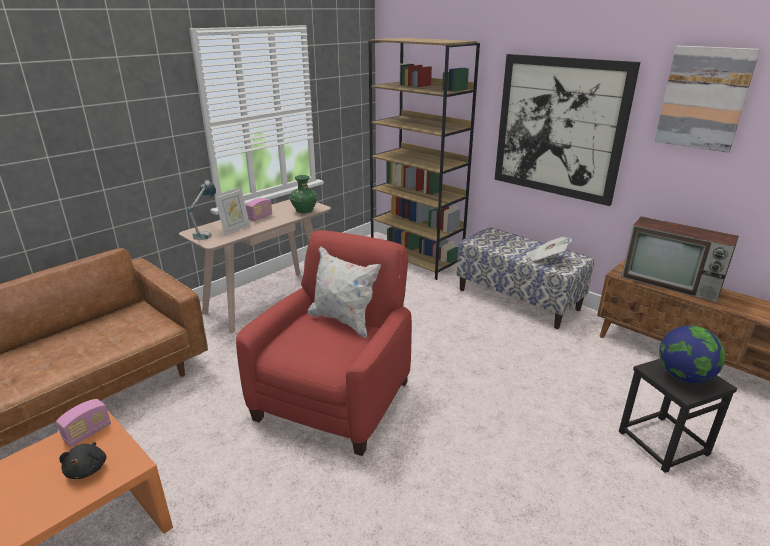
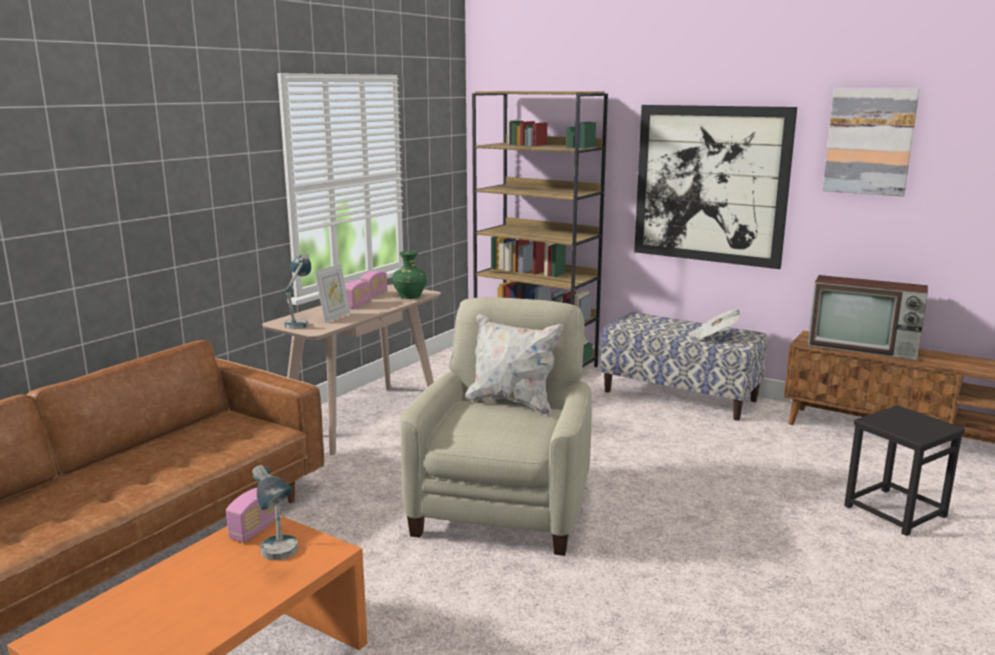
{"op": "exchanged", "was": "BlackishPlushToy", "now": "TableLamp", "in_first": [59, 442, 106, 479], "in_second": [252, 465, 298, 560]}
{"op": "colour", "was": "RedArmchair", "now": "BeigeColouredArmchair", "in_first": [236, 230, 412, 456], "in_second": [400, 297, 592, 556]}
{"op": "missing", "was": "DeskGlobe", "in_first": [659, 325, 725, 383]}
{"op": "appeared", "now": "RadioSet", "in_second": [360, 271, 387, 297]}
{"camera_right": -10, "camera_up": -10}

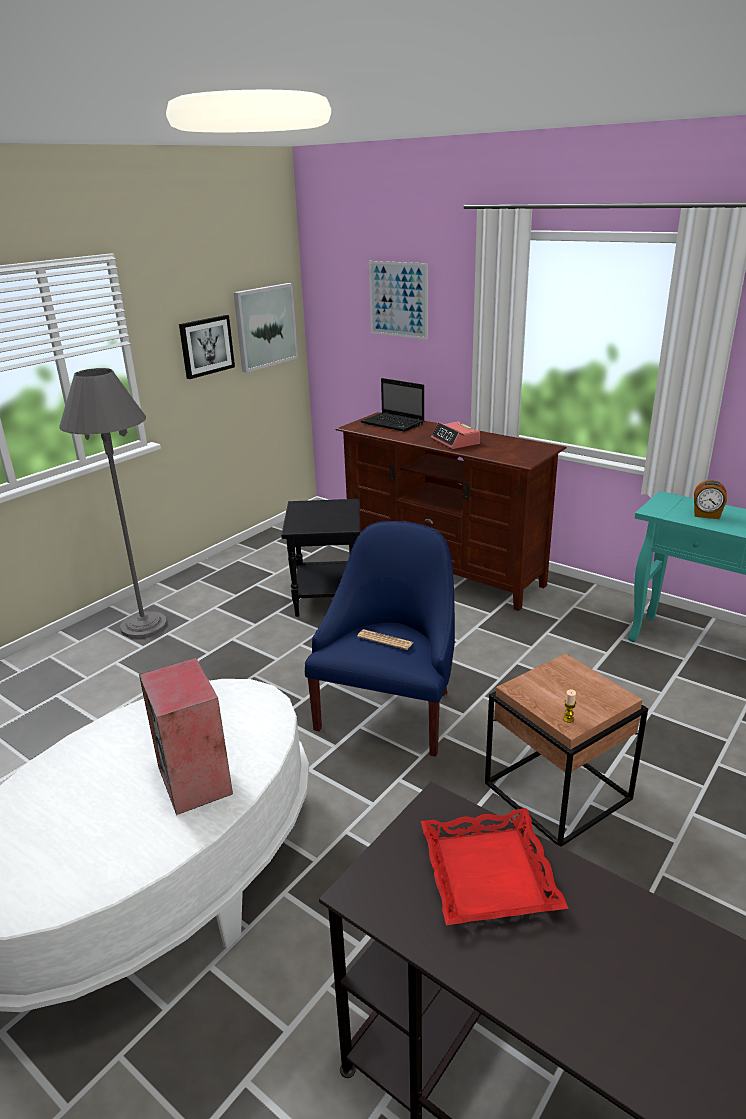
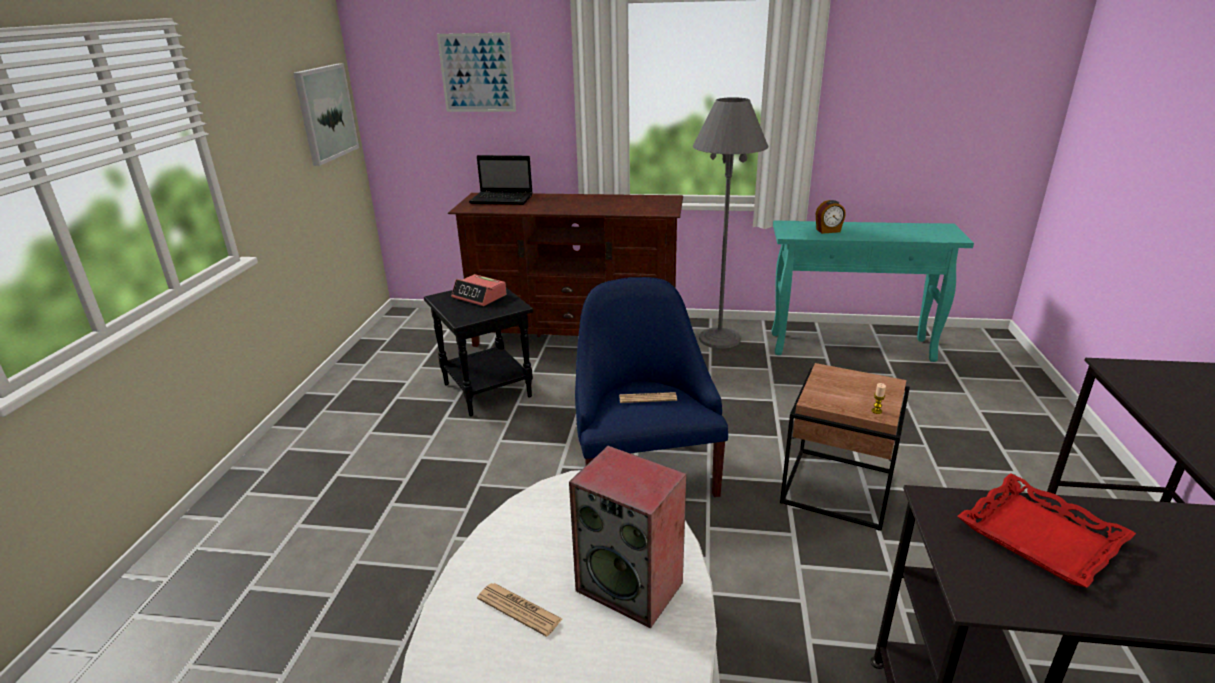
{"op": "relocated", "was": "GreyStandingLamp", "in_first": [59, 368, 167, 638], "in_second": [693, 97, 769, 349]}
{"op": "missing", "was": "WallPicture", "in_first": [179, 315, 235, 379]}
{"op": "relocated", "was": "AlarmClock", "in_first": [431, 422, 480, 449], "in_second": [451, 274, 506, 306]}
{"op": "appeared", "now": "PrintedPaper", "in_second": [477, 583, 562, 637]}
{"camera_right": -30, "camera_up": 0}

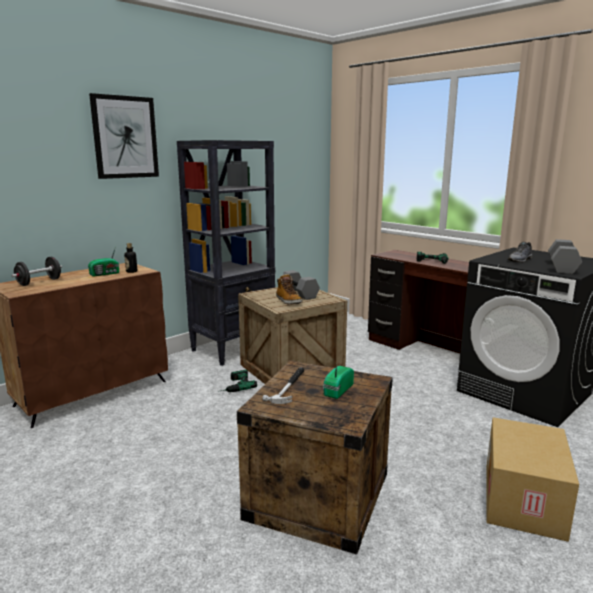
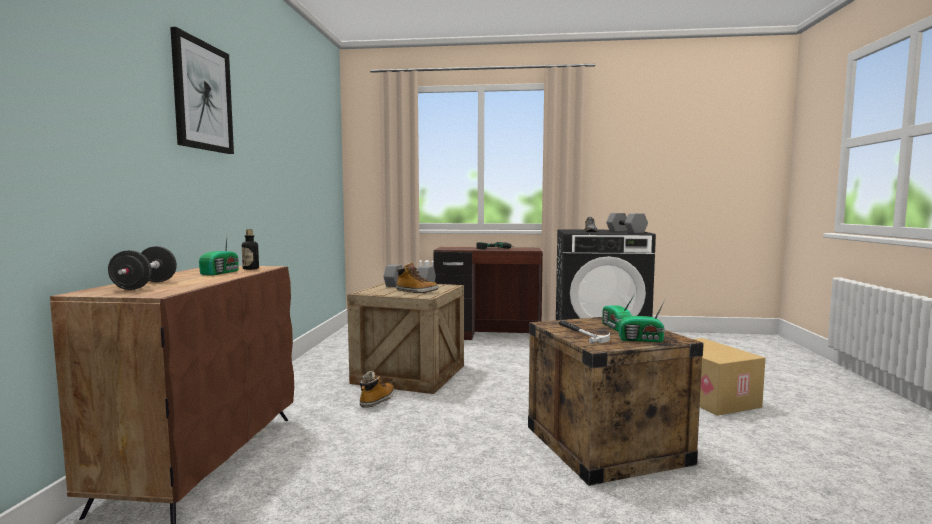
{"op": "missing", "was": "BlackishShelvingUnit", "in_first": [177, 140, 275, 366]}
{"op": "exchanged", "was": "ElectricDrill", "now": "HighTopBoot", "in_first": [218, 370, 257, 392], "in_second": [360, 371, 395, 408]}
{"op": "appeared", "now": "RadioSet", "in_second": [619, 298, 666, 342]}
{"camera_right": -40, "camera_up": -10}

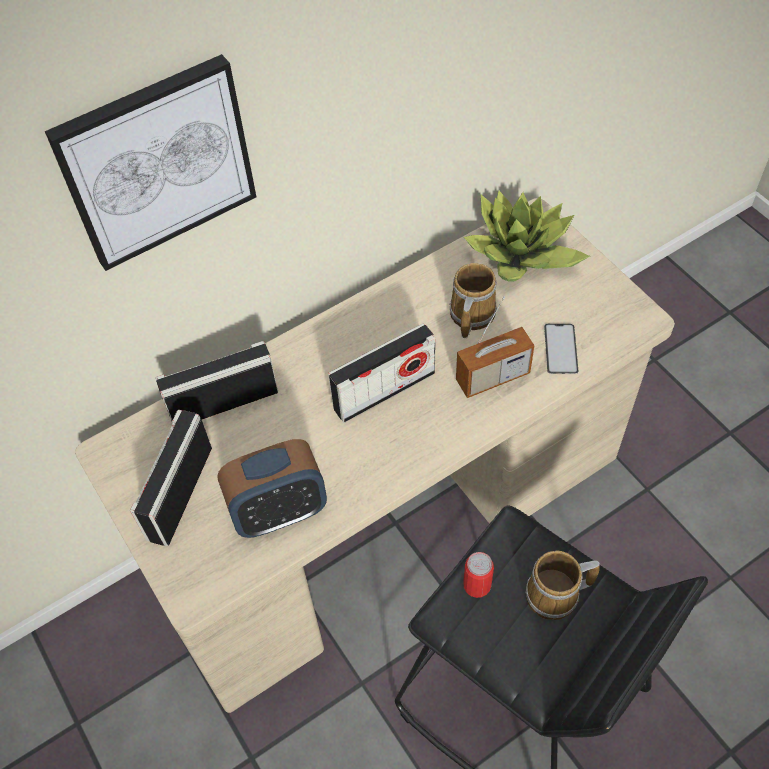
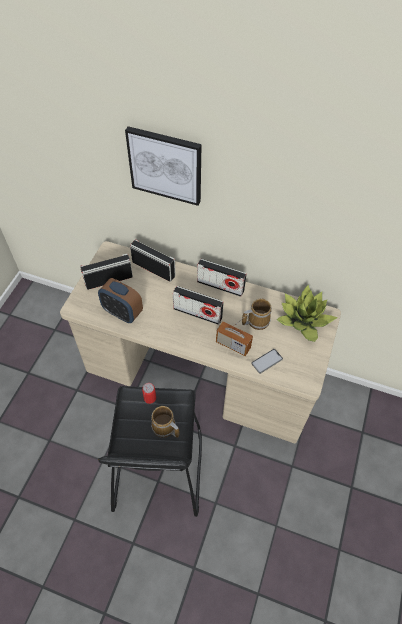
{"op": "appeared", "now": "RadioSet", "in_second": [197, 259, 247, 297]}
{"camera_right": 50, "camera_up": 0}

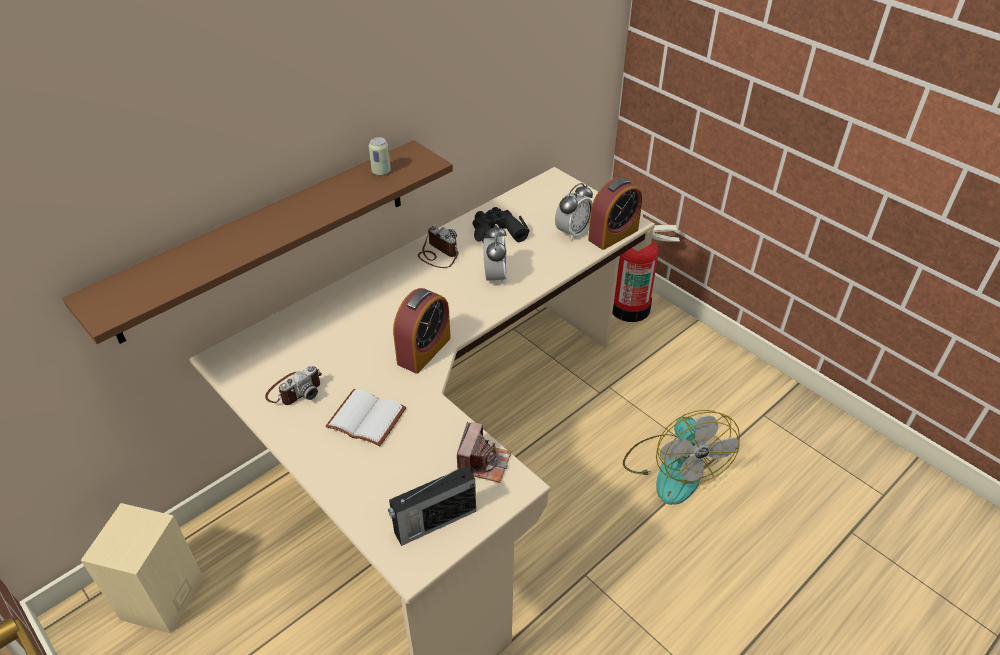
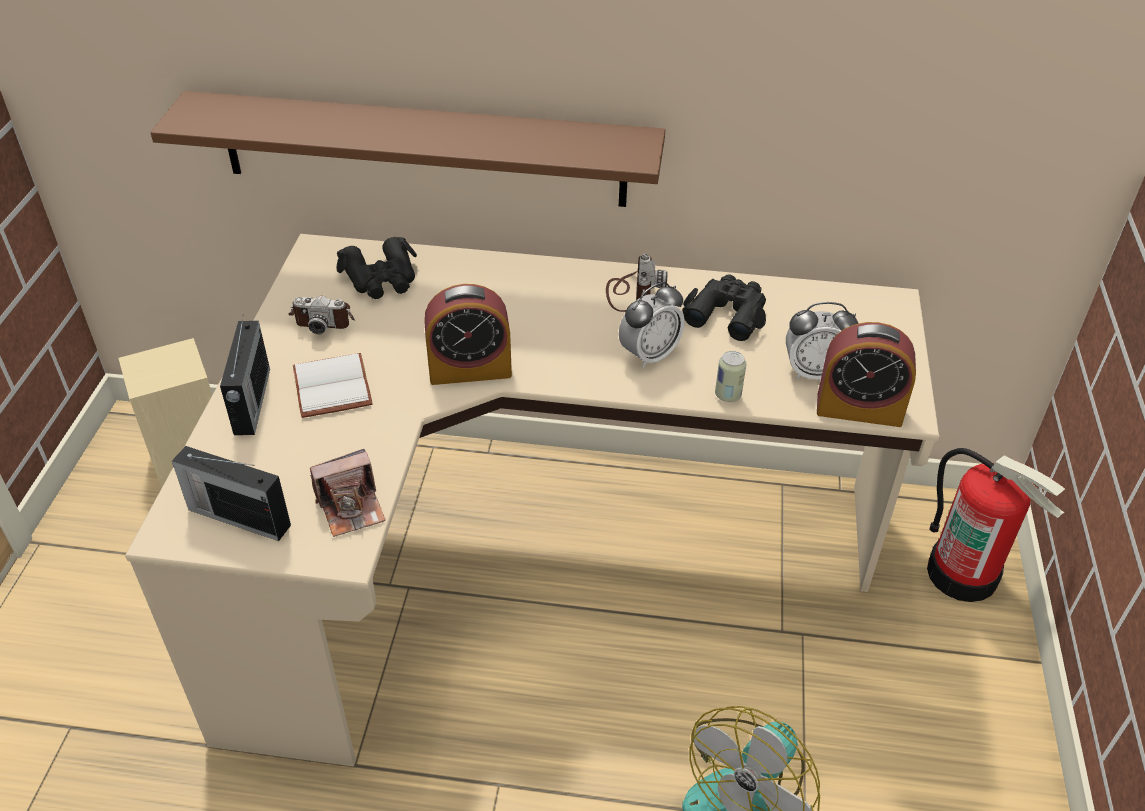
{"op": "relocated", "was": "SealedCan", "in_first": [369, 137, 391, 176], "in_second": [715, 351, 746, 402]}
{"op": "appeared", "now": "RadioSet", "in_second": [220, 314, 270, 435]}
{"op": "appeared", "now": "BlackishBinoculars", "in_second": [336, 237, 417, 299]}
{"camera_right": 50, "camera_up": 0}

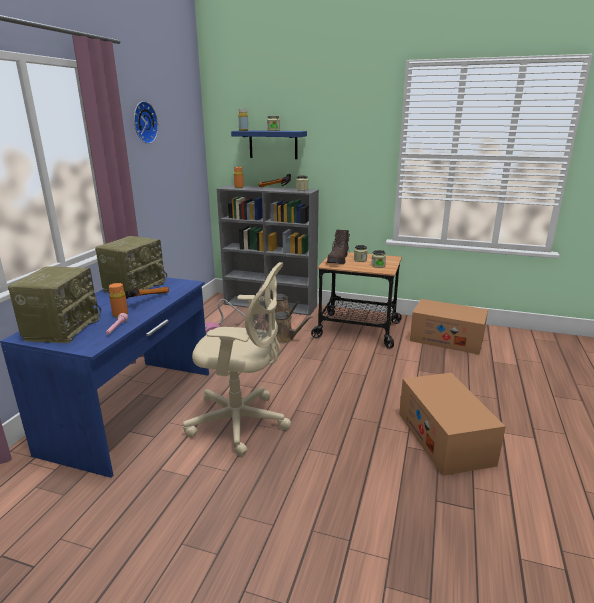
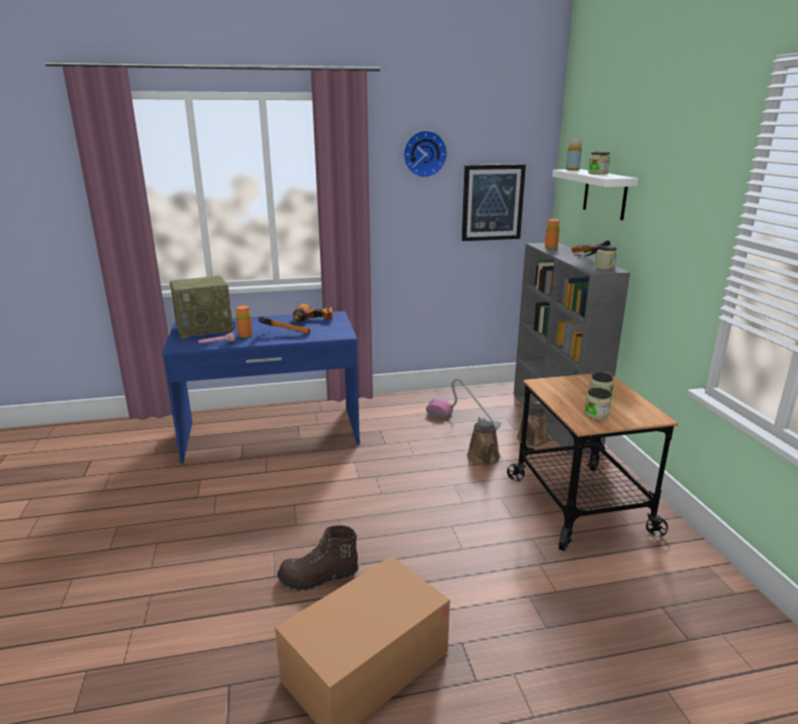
{"op": "exchanged", "was": "RadioSet", "now": "ElectricDrill", "in_first": [95, 236, 167, 297], "in_second": [292, 304, 332, 323]}
{"op": "missing", "was": "BeigeColouredOfficeChair", "in_first": [183, 262, 291, 456]}
{"op": "colour", "was": "BlueColouredBracketShelf", "now": "WhiteColouredBracketShelf", "in_first": [231, 130, 307, 159], "in_second": [552, 169, 638, 220]}
{"op": "relocated", "was": "BrownishHighTopBoot", "in_first": [327, 230, 350, 264], "in_second": [277, 525, 359, 591]}
{"op": "missing", "was": "Carton", "in_first": [410, 299, 488, 355]}
{"op": "appeared", "now": "WallPicture", "in_second": [462, 164, 526, 241]}
{"camera_right": 60, "camera_up": 0}

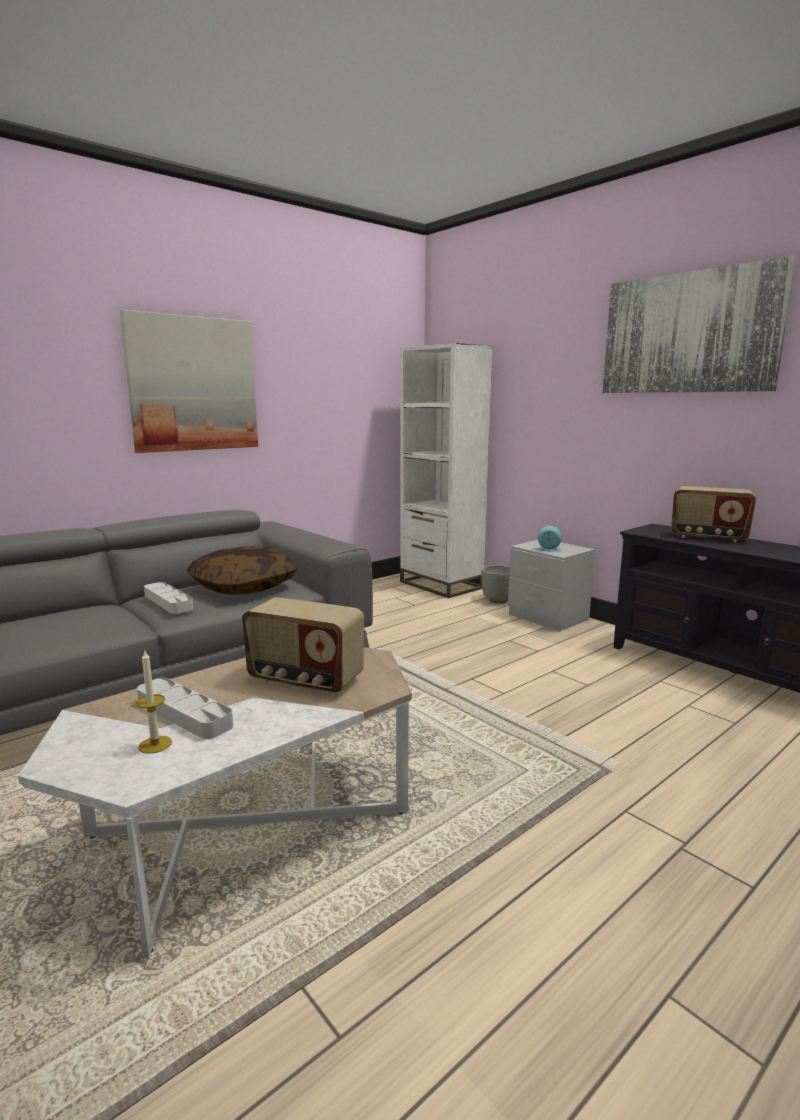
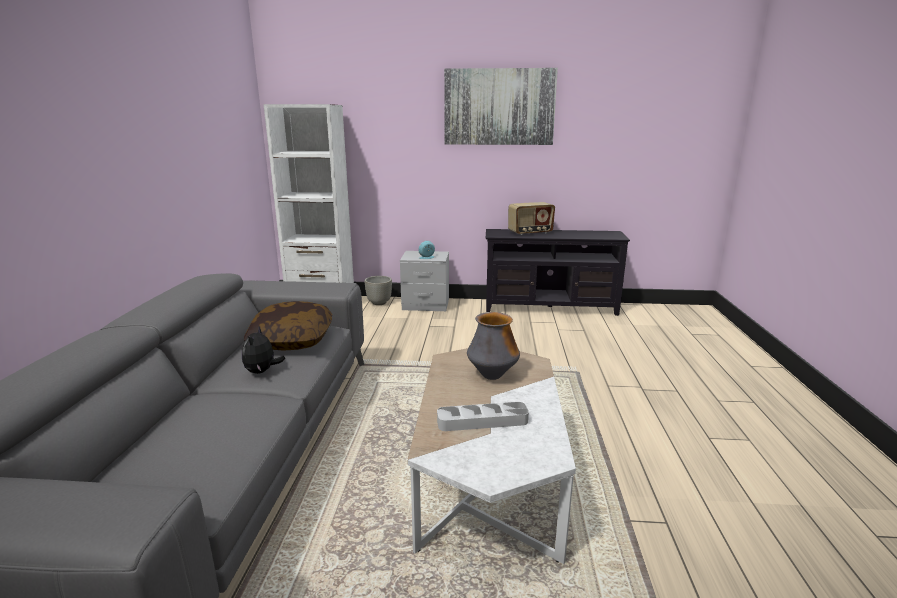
{"op": "missing", "was": "WallPicture", "in_first": [120, 310, 258, 453]}
{"op": "missing", "was": "Candle", "in_first": [136, 651, 172, 754]}
{"op": "exchanged", "was": "GreyTray", "now": "PlushToy", "in_first": [144, 582, 193, 614], "in_second": [242, 327, 285, 374]}
{"op": "exchanged", "was": "RadioSet", "now": "Vase", "in_first": [242, 597, 364, 694], "in_second": [467, 312, 520, 380]}
{"camera_right": -45, "camera_up": 5}

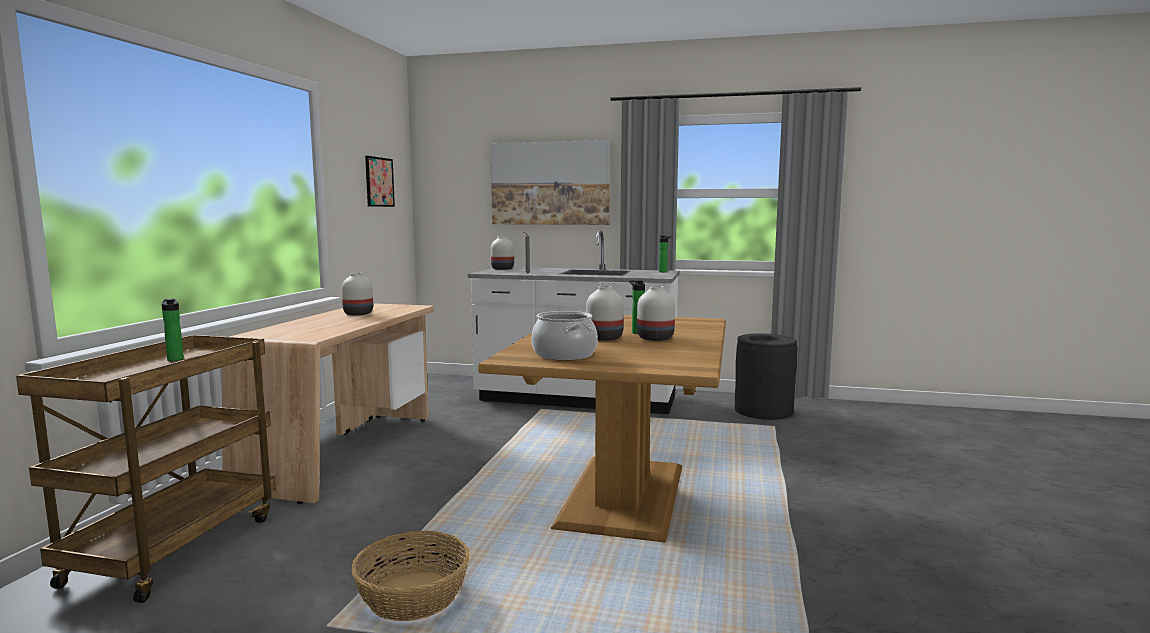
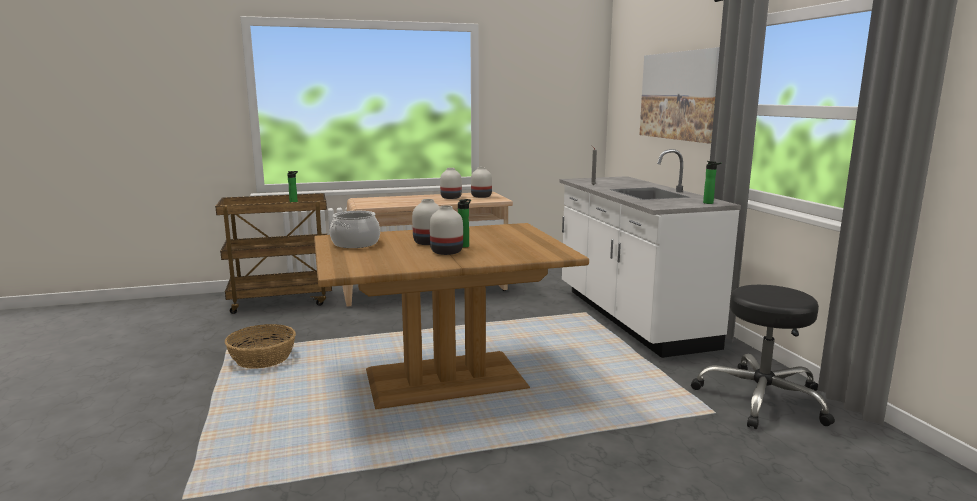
{"op": "missing", "was": "WallPicture", "in_first": [365, 156, 395, 207]}
{"op": "relocated", "was": "WhiteColouredVase", "in_first": [491, 236, 514, 270], "in_second": [471, 167, 492, 198]}
{"op": "exchanged", "was": "BlackishRubbishBin", "now": "BlackishSittingStool", "in_first": [734, 333, 797, 420], "in_second": [691, 285, 835, 429]}
{"camera_right": 60, "camera_up": 5}

